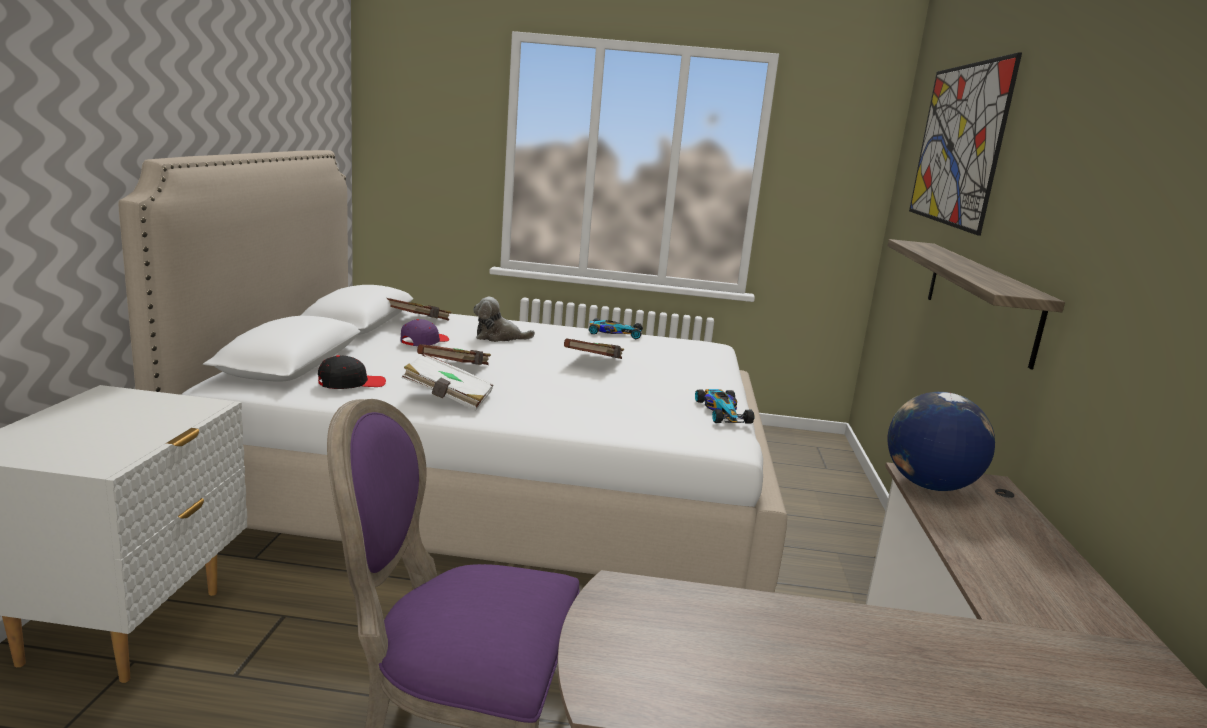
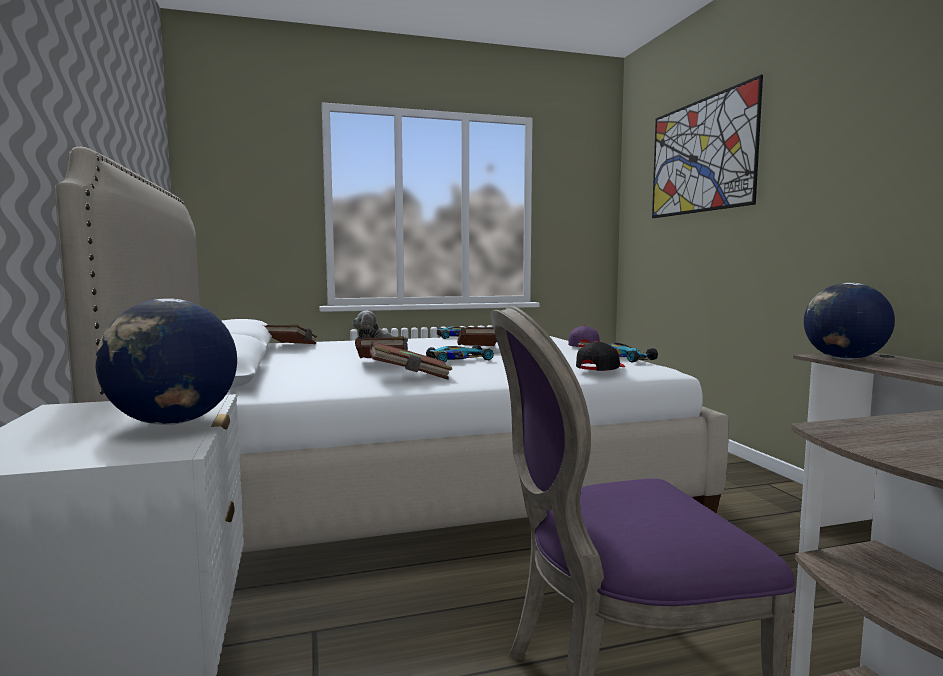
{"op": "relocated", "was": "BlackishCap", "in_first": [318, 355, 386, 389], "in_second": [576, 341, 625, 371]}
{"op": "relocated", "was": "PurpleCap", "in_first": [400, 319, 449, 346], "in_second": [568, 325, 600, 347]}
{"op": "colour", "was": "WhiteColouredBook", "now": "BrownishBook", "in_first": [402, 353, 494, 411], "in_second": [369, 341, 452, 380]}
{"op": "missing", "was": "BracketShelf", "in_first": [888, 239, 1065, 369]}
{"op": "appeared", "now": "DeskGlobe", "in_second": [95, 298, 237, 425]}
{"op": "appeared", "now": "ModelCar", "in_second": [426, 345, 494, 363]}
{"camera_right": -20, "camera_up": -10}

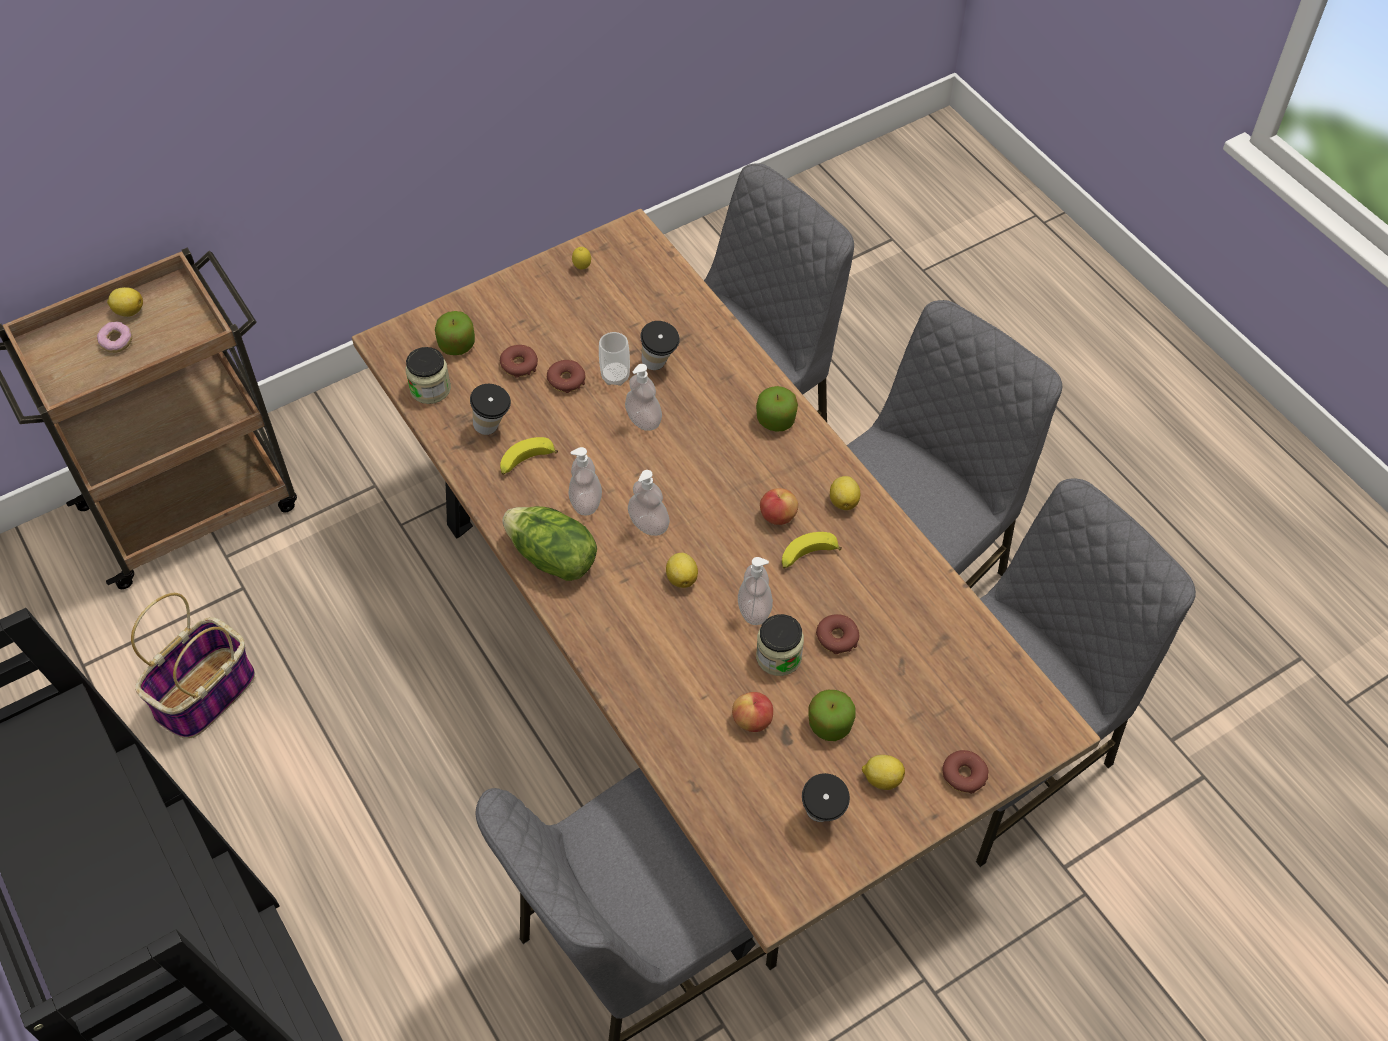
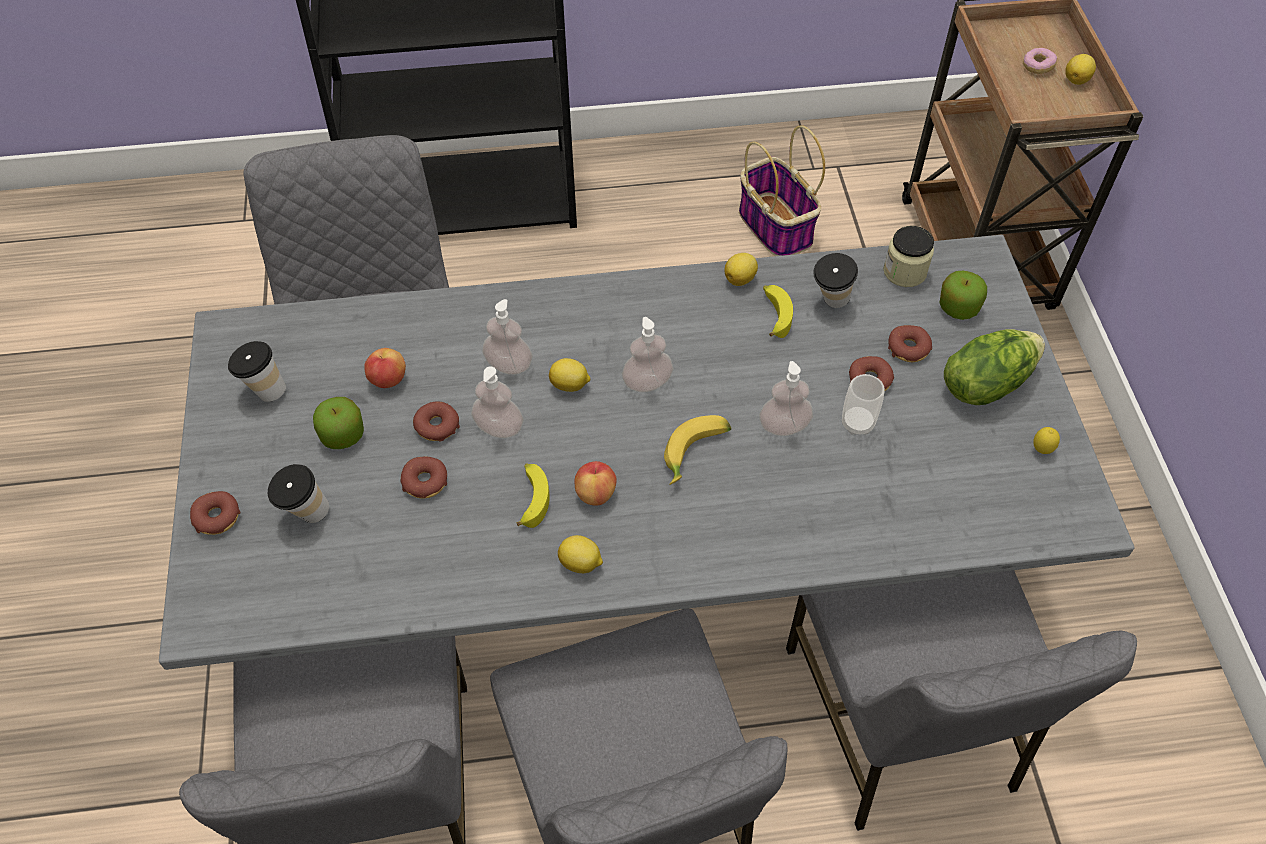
{"op": "colour", "was": "BrownishDinnerTable", "now": "GreyDinnerTable", "in_first": [352, 209, 1101, 960], "in_second": [159, 235, 1135, 670]}
{"op": "relocated", "was": "HeadOfLettuce", "in_first": [502, 506, 597, 581], "in_second": [944, 329, 1045, 405]}
{"op": "relocated", "was": "SoapBottle", "in_first": [569, 447, 602, 515], "in_second": [482, 299, 533, 375]}
{"op": "relocated", "was": "Cup", "in_first": [640, 321, 680, 370], "in_second": [268, 464, 329, 523]}
{"op": "missing", "was": "Apple", "in_first": [756, 386, 798, 432]}
{"op": "exchanged", "was": "PreserveJar", "now": "RingDoughnut", "in_first": [756, 614, 804, 676], "in_second": [413, 402, 460, 442]}
{"op": "relocated", "was": "CitrusFruit", "in_first": [862, 755, 905, 790], "in_second": [725, 253, 758, 286]}
{"op": "appeared", "now": "BananaFruit", "in_second": [664, 415, 731, 485]}
{"camera_right": 115, "camera_up": 0}

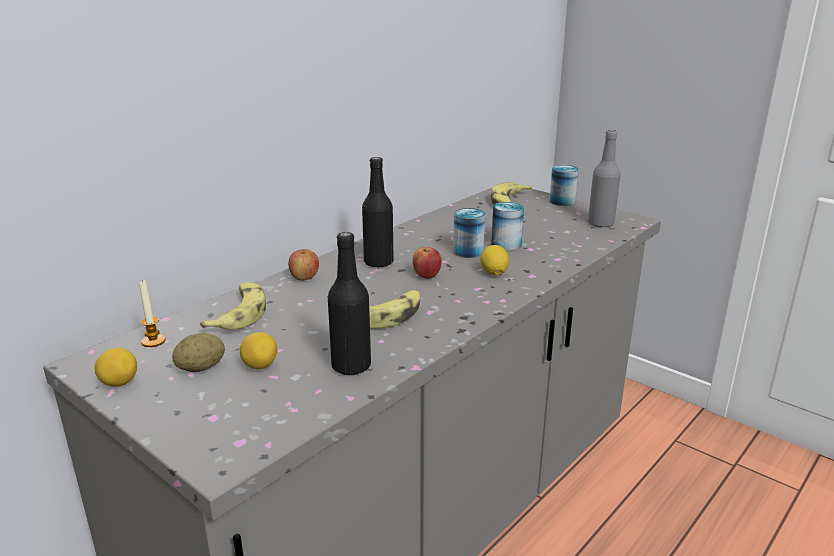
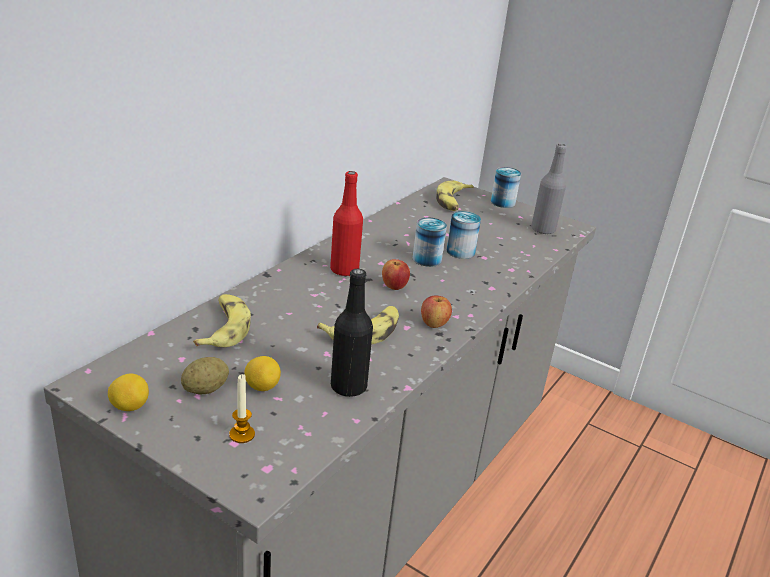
{"op": "relocated", "was": "Candle", "in_first": [139, 280, 166, 347], "in_second": [229, 374, 255, 443]}
{"op": "relocated", "was": "Apple", "in_first": [288, 249, 319, 281], "in_second": [421, 295, 452, 328]}
{"op": "colour", "was": "BlackishBeverageBottle", "now": "RedBeverageBottle", "in_first": [362, 157, 394, 267], "in_second": [330, 171, 363, 276]}
{"op": "missing", "was": "CitrusFruit", "in_first": [480, 245, 509, 276]}
{"camera_right": -10, "camera_up": 5}

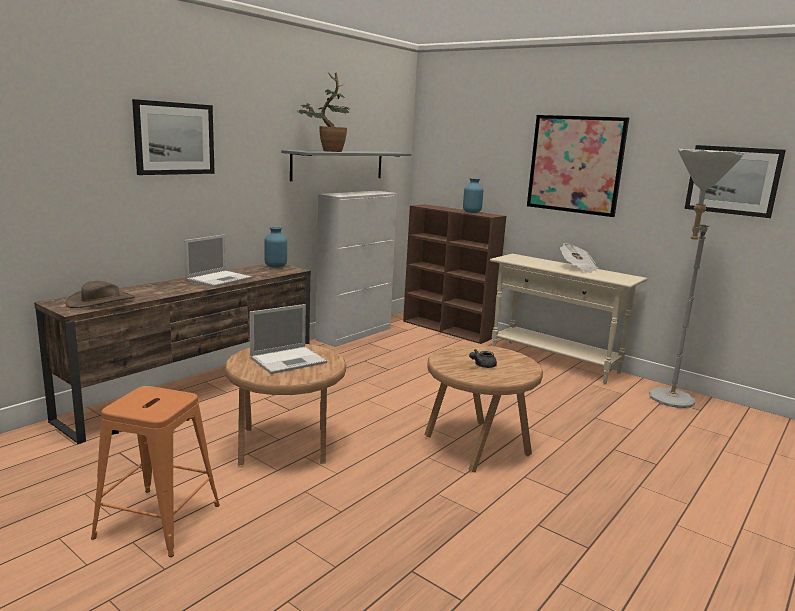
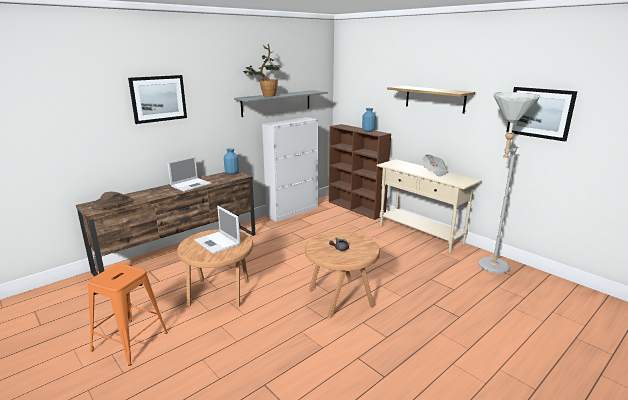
{"op": "spun", "was": "PortableComputer", "in_first": [249, 304, 327, 374], "in_second": [194, 206, 240, 254], "clockwise": 75}
{"op": "exchanged", "was": "WallPicture", "now": "BracketShelf", "in_first": [527, 115, 629, 217], "in_second": [387, 86, 475, 114]}
{"camera_right": 10, "camera_up": 5}

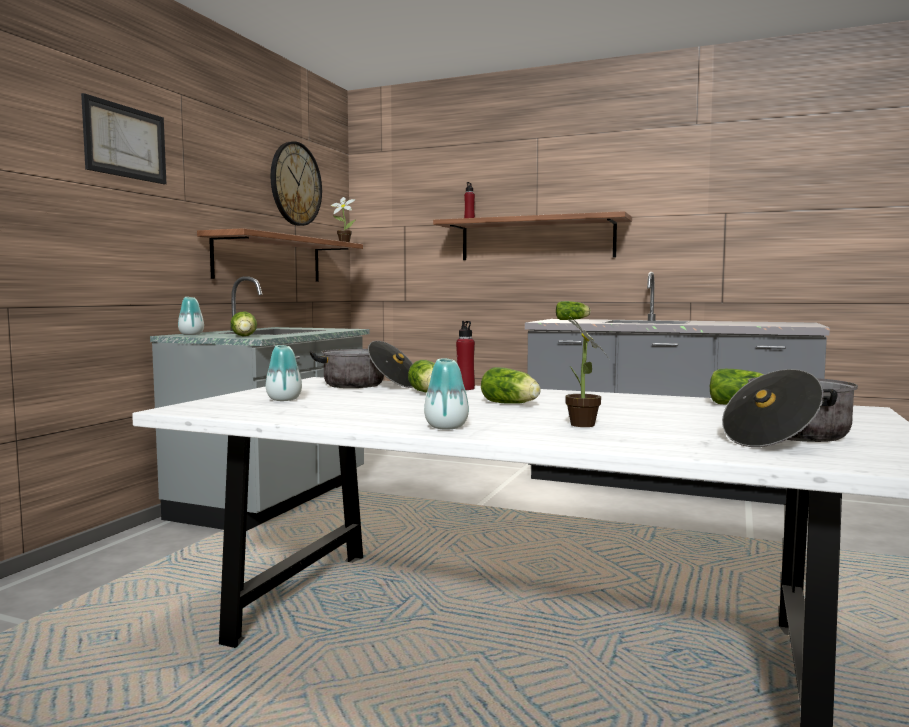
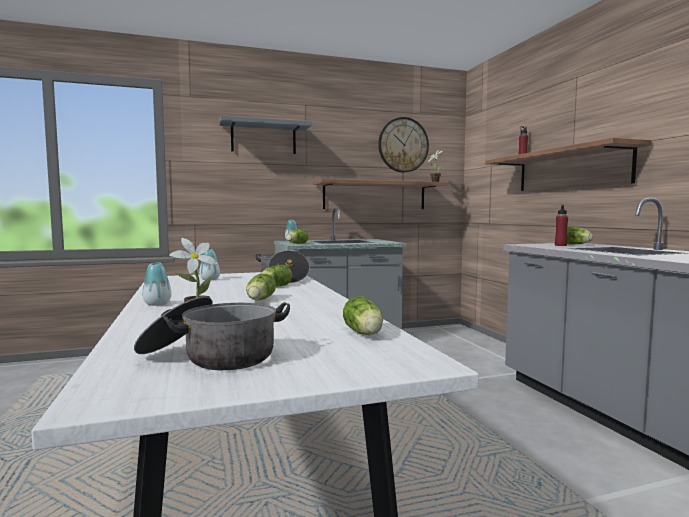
{"op": "exchanged", "was": "WallPicture", "now": "GreyBracketShelf", "in_first": [81, 93, 166, 184], "in_second": [219, 115, 312, 154]}
{"op": "relocated", "was": "RedBeverageBottle", "in_first": [456, 321, 475, 390], "in_second": [555, 205, 568, 246]}
{"camera_right": 50, "camera_up": 0}

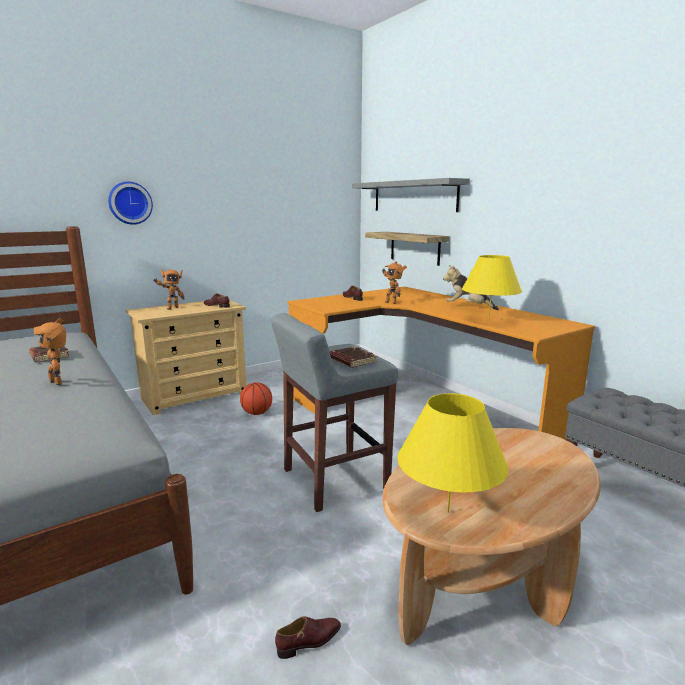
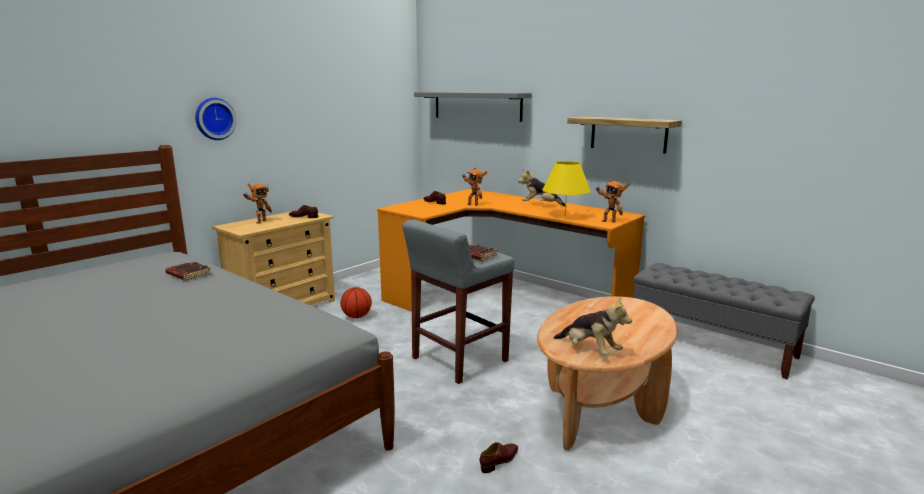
{"op": "relocated", "was": "ModelRobot", "in_first": [34, 318, 66, 385], "in_second": [595, 179, 630, 222]}
{"op": "relocated", "was": "BracketShelf", "in_first": [365, 232, 449, 266], "in_second": [567, 117, 682, 154]}
{"op": "exchanged", "was": "YellowishTableLamp", "now": "PlushToy", "in_first": [397, 393, 508, 513], "in_second": [554, 296, 632, 355]}
{"camera_right": -15, "camera_up": 0}

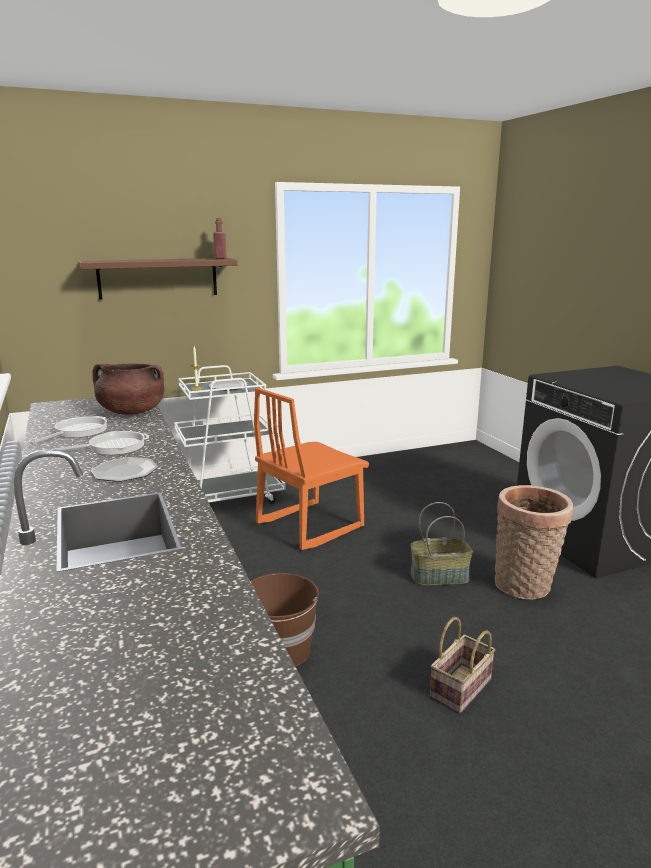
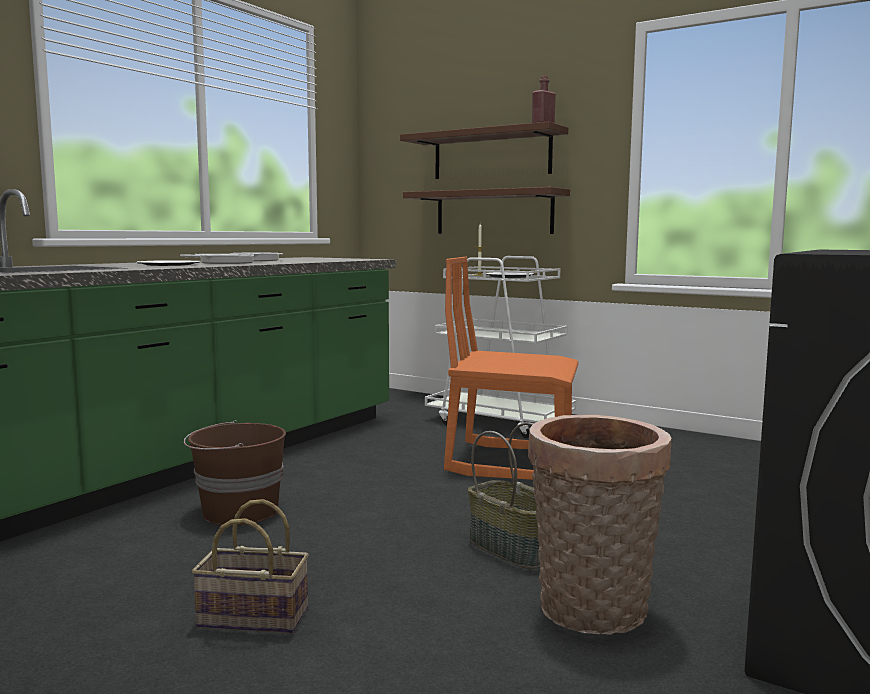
{"op": "missing", "was": "BrownishCookingPot", "in_first": [92, 363, 164, 415]}
{"op": "appeared", "now": "BrownishBracketShelf", "in_second": [403, 187, 570, 234]}
{"camera_right": 55, "camera_up": -10}

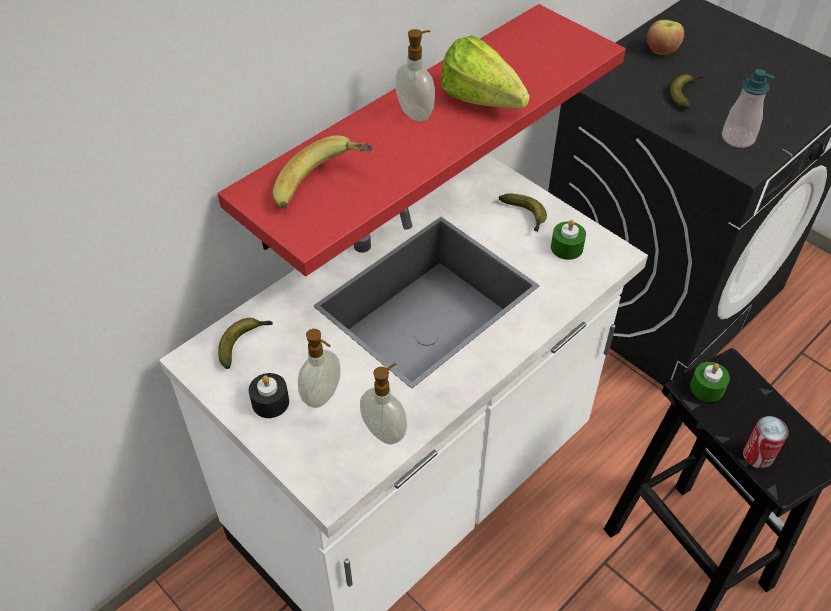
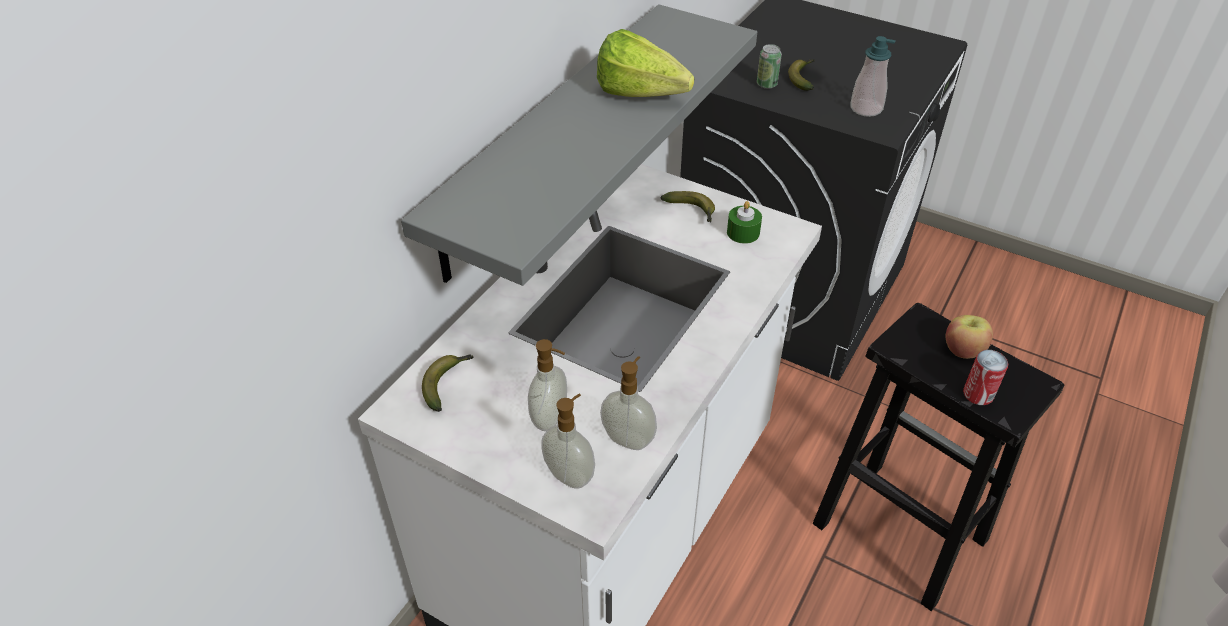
{"op": "colour", "was": "RedBracketShelf", "now": "GreyBracketShelf", "in_first": [218, 4, 626, 276], "in_second": [401, 4, 757, 286]}
{"op": "missing", "was": "BlackishCandle", "in_first": [249, 373, 289, 418]}
{"op": "missing", "was": "BananaFruit", "in_first": [273, 135, 373, 209]}
{"op": "relocated", "was": "SoapBottle", "in_first": [395, 29, 435, 122], "in_second": [541, 394, 595, 489]}
{"op": "relocated", "was": "Apple", "in_first": [647, 20, 684, 55], "in_second": [946, 315, 993, 359]}
{"op": "missing", "was": "GreenColouredCandle", "in_first": [690, 362, 730, 402]}
{"op": "appeared", "now": "SealedCan", "in_second": [757, 44, 782, 89]}
{"camera_right": -15, "camera_up": -5}

